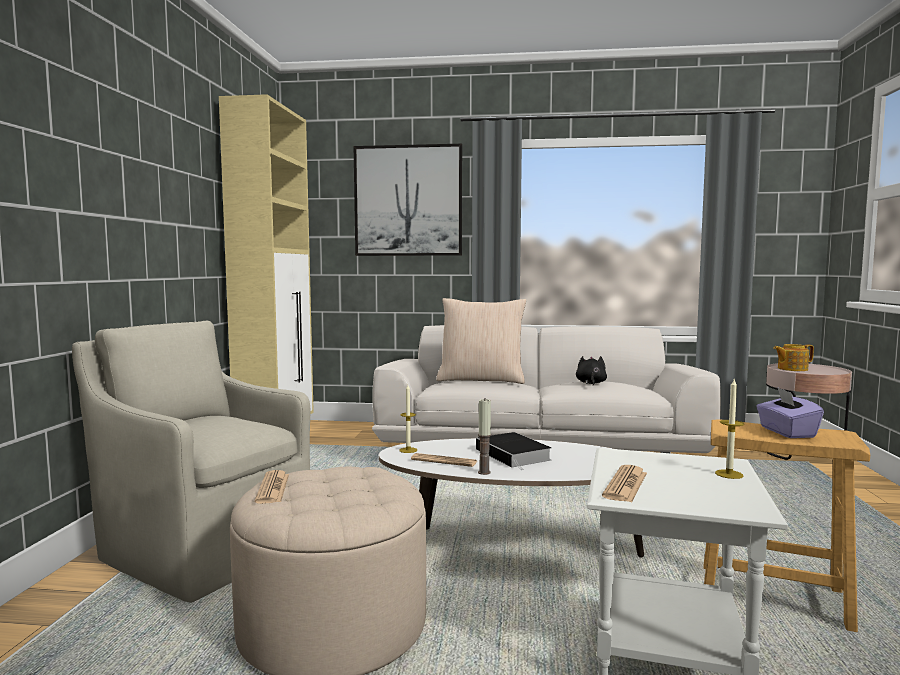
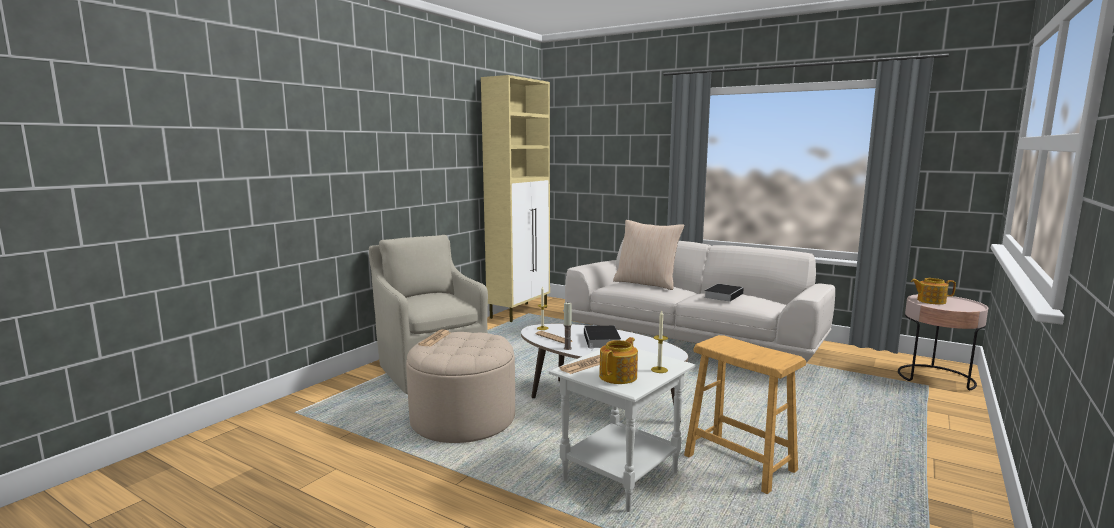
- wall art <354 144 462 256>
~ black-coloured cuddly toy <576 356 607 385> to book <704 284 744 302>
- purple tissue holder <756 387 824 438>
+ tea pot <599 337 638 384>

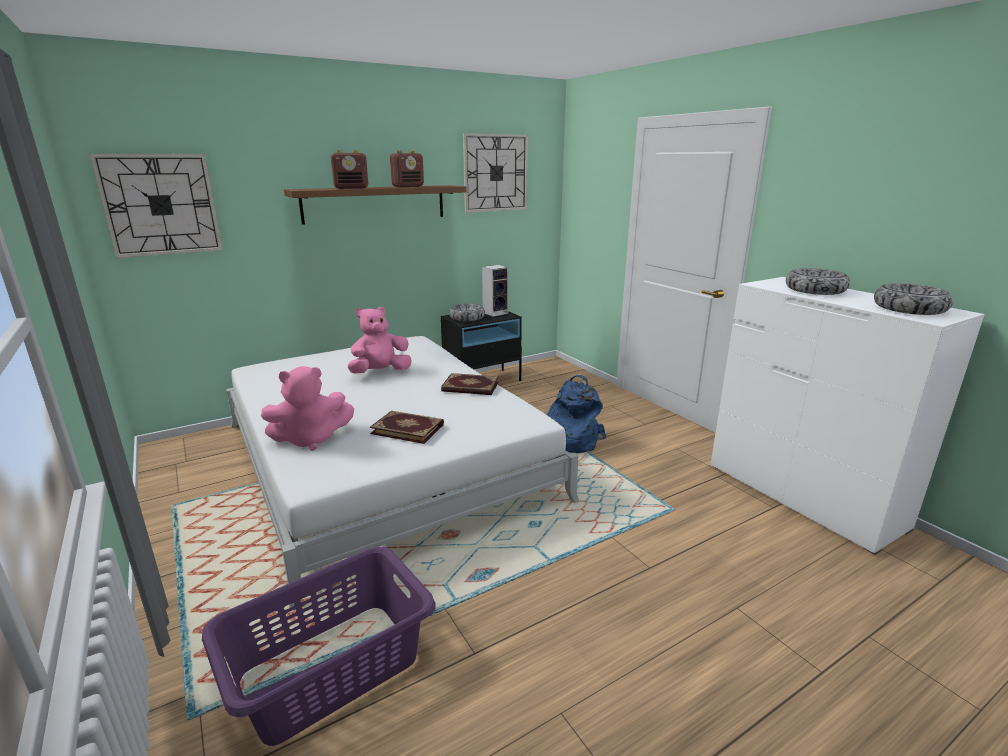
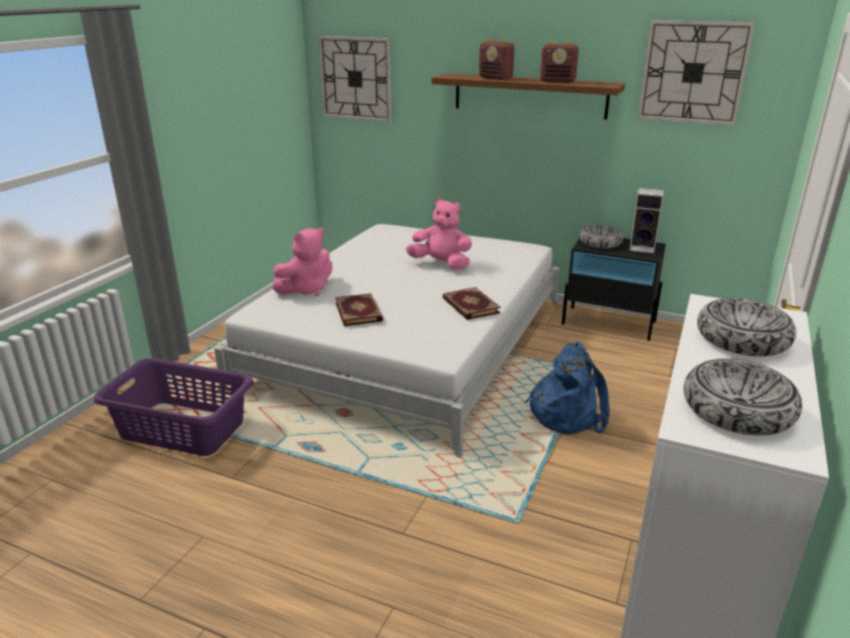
~ pink-coloured cuddly toy <261 366 354 451> = <273 228 332 296> 75 degrees counterclockwise

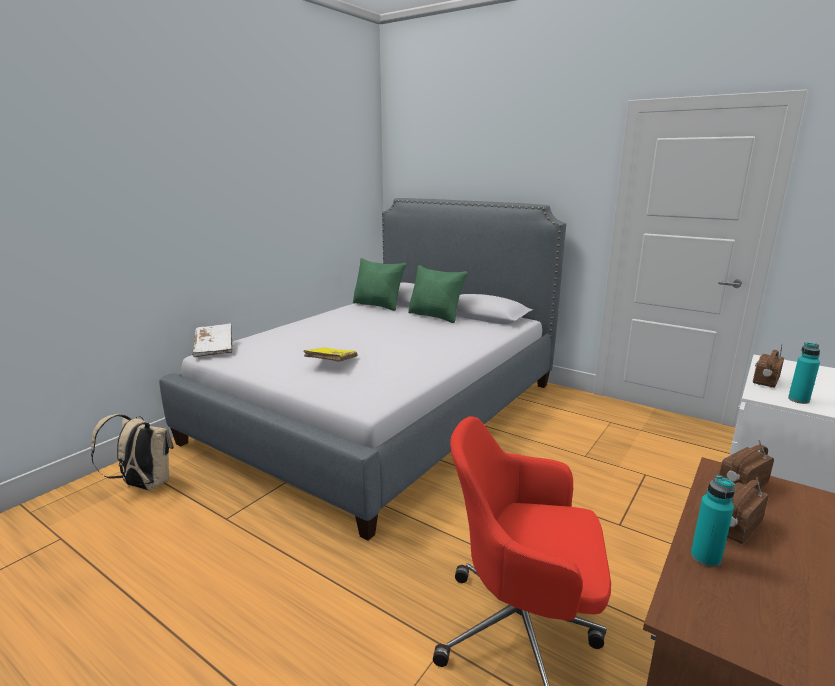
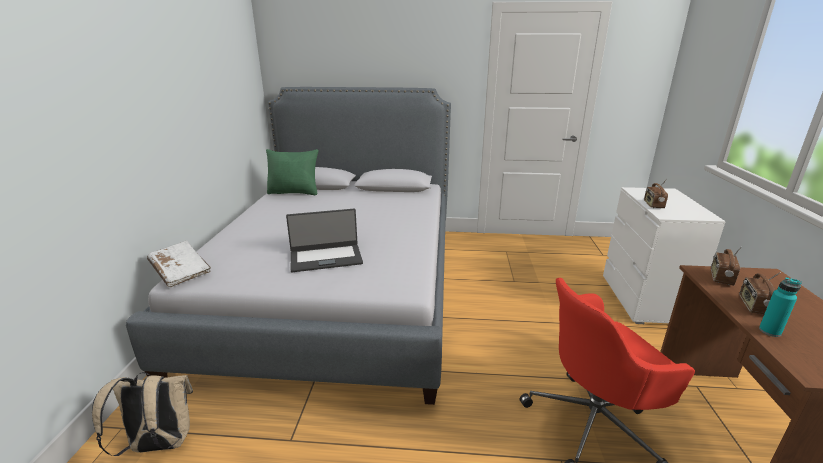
~ yellowish book <304 347 358 362> to portable computer <286 209 363 272>
- green-coloured pillow <408 265 468 323>
- turquoise bottle <788 343 820 404>

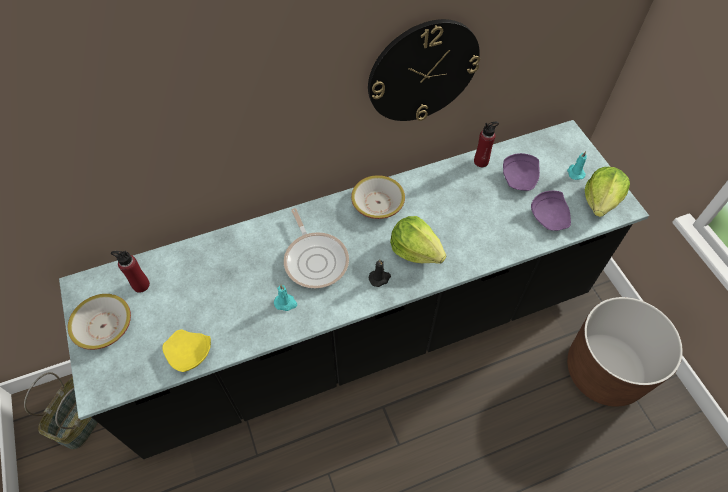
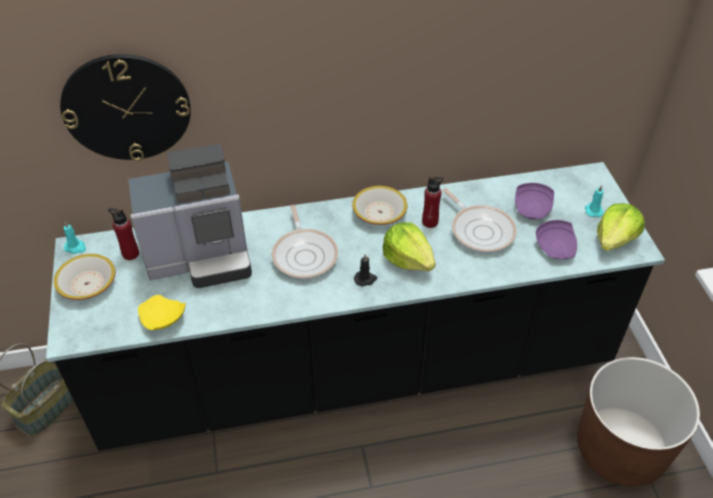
~ turquoise wax candle <274 284 297 311> to <64 222 86 254>
~ clock on the wall <368 19 480 121> to <60 54 191 161>
~ red bottle <474 122 499 167> to <422 177 443 228>
+ coffee maker <128 144 252 288>
+ pan <443 188 517 253>

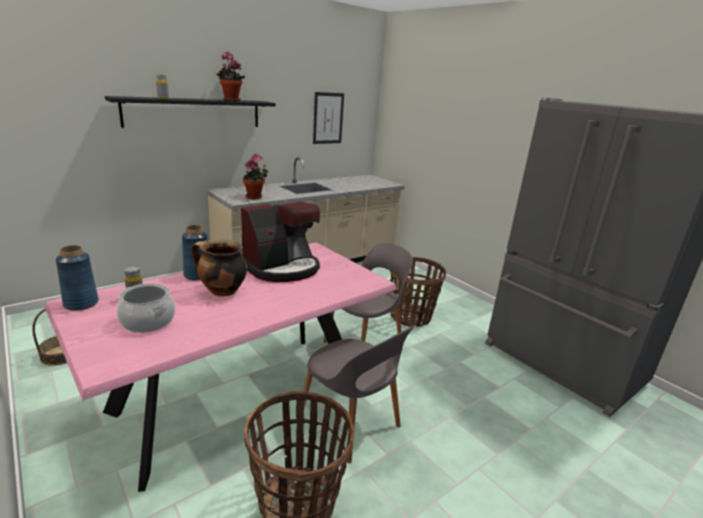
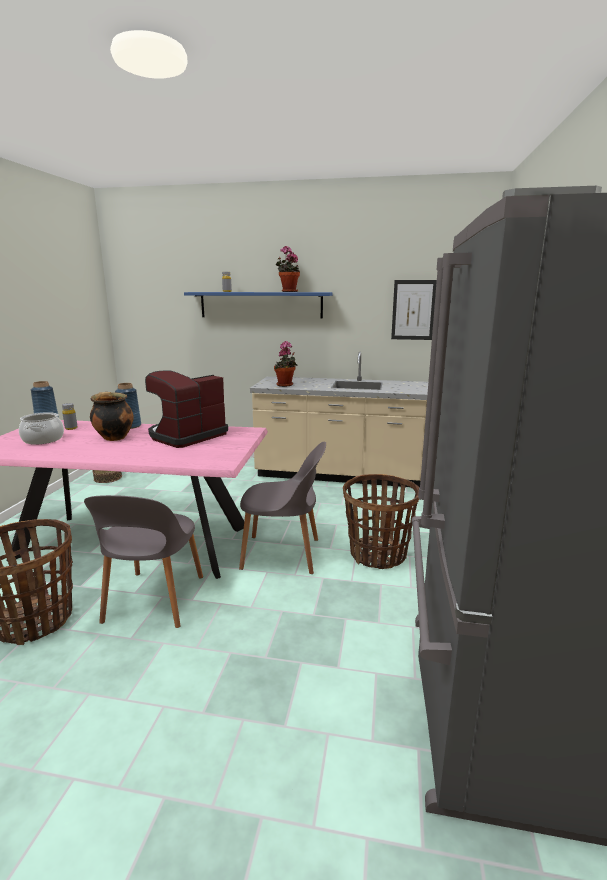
~ black-coloured shelf <105 96 276 128> to blue shelf <184 292 333 319>
~ coffee maker <241 202 320 282> = <145 371 228 448> 120 degrees clockwise

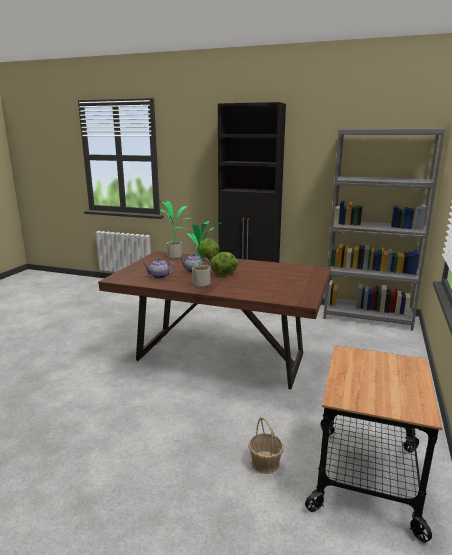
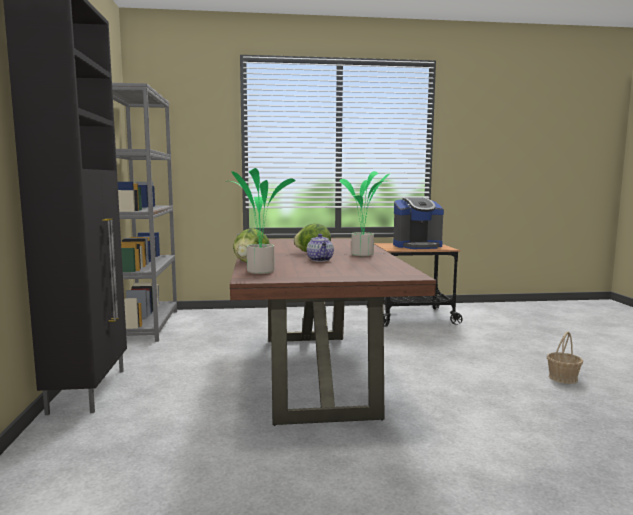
- tea pot <143 258 176 279>
~ household basket <248 417 284 474> to <547 332 583 384>
+ coffee maker <393 197 444 249>

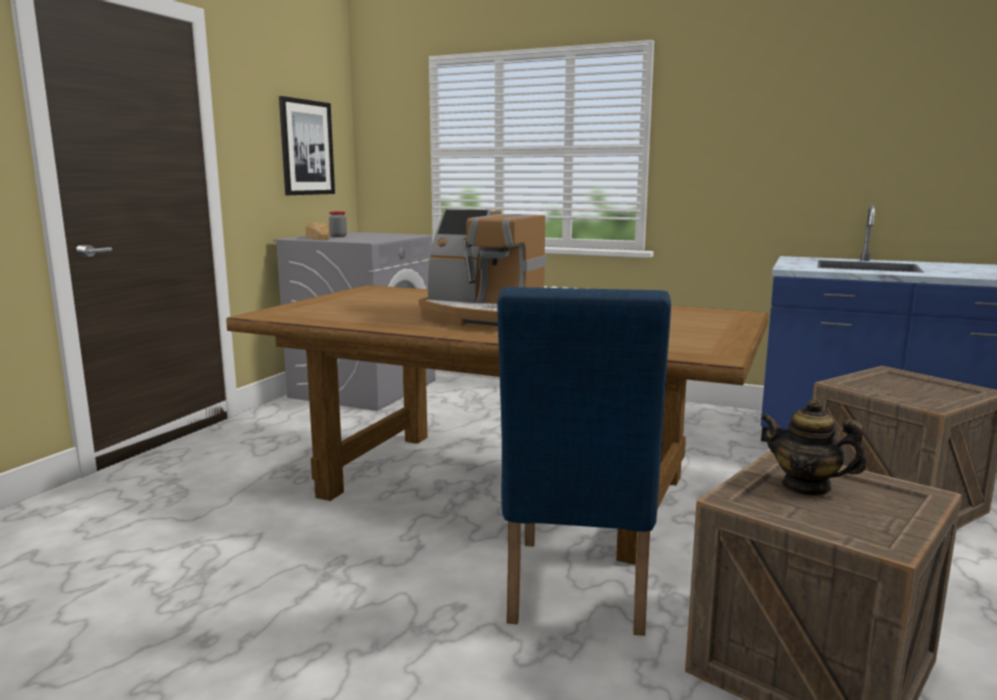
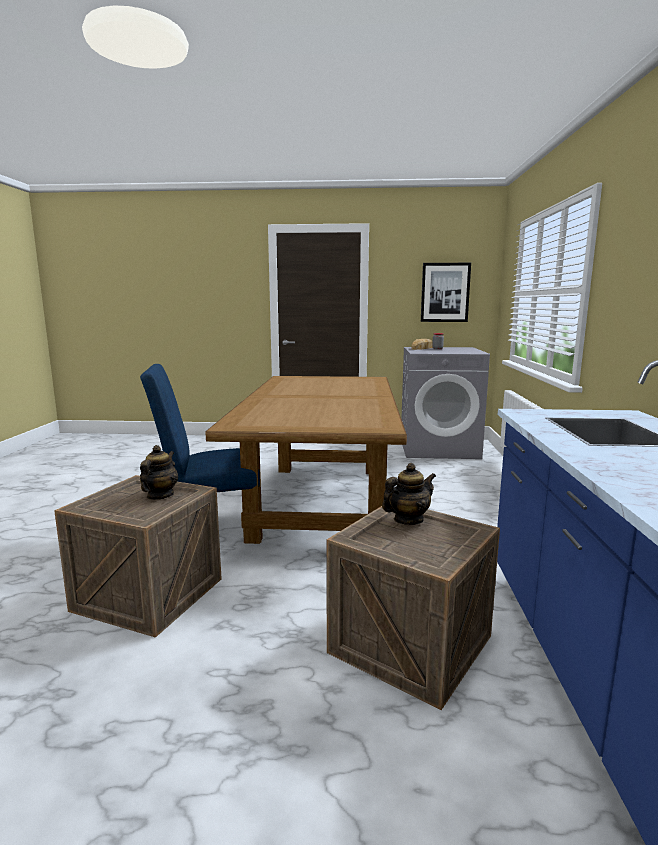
- coffee maker <419 209 546 326>
+ tea pot <382 463 436 525>

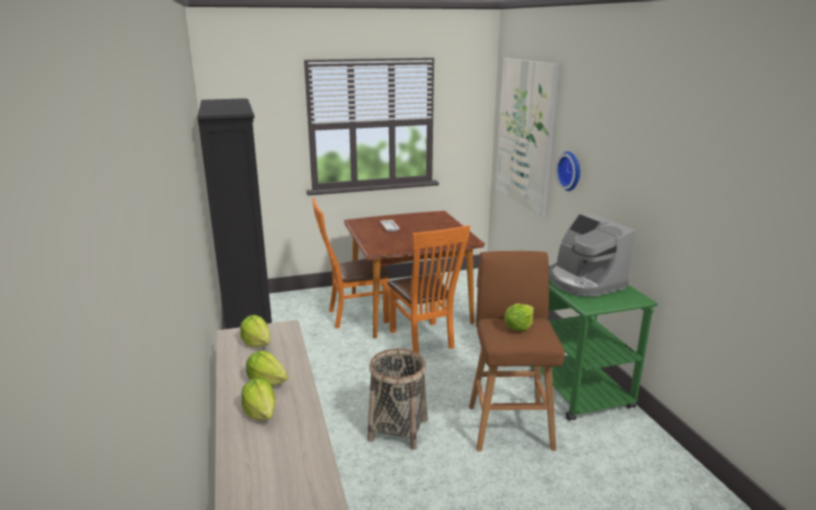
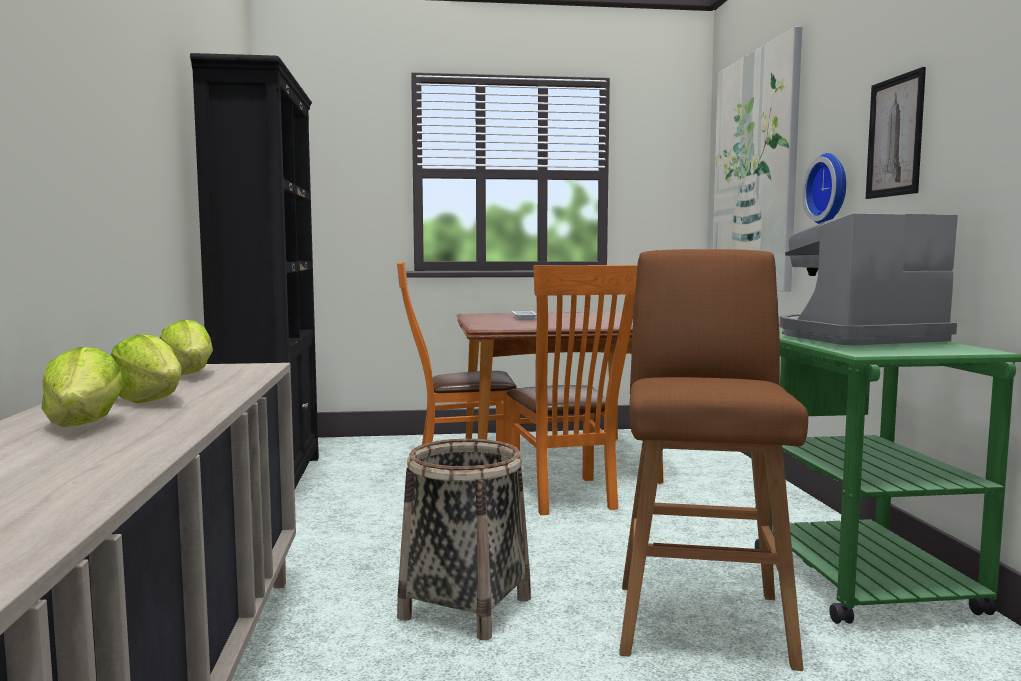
- lettuce <504 303 534 331>
~ coffee maker <549 213 635 297> = <779 213 958 345> 90 degrees clockwise
+ wall art <866 67 926 199>

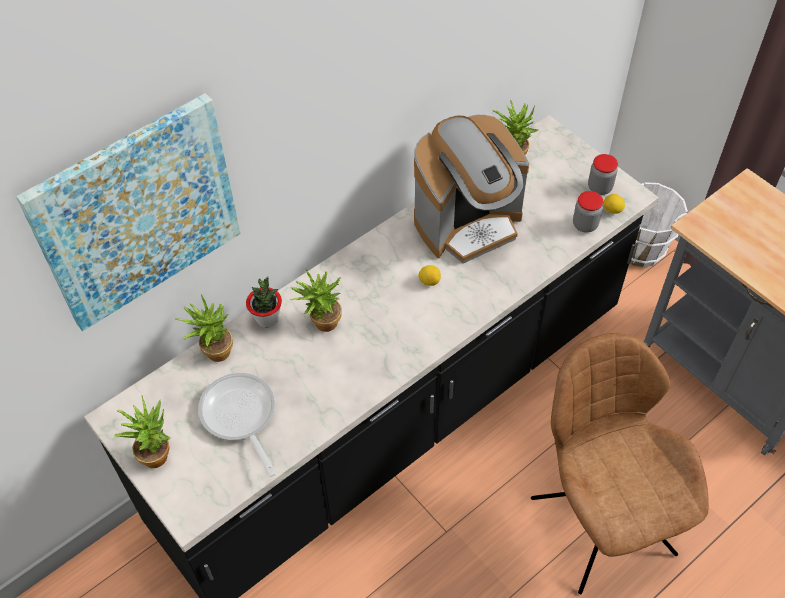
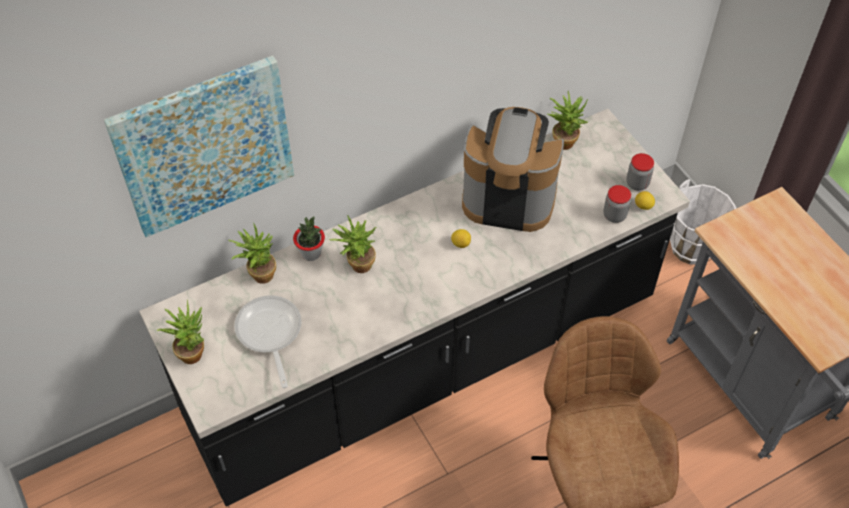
~ coffee maker <414 115 529 263> = <462 107 564 232> 150 degrees counterclockwise

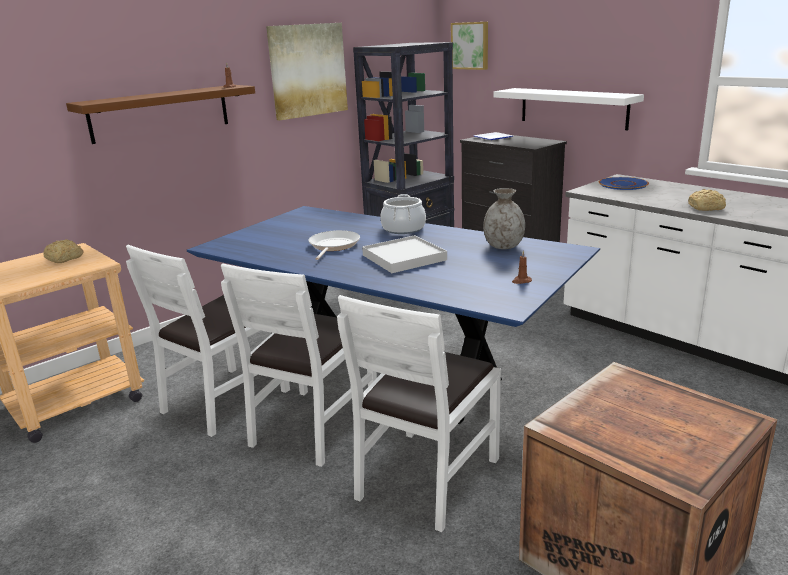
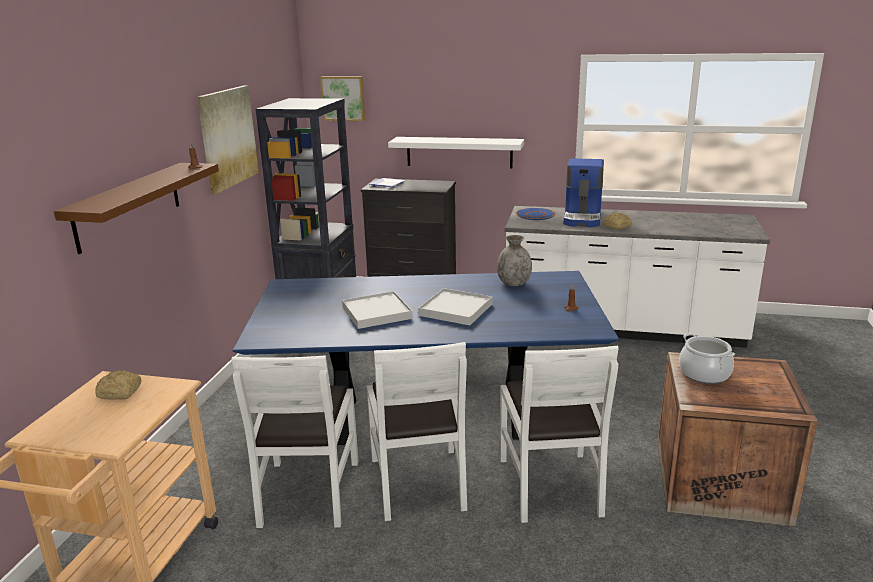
~ pan <308 230 360 260> to whitish carrying tray <342 291 413 329>
~ saucepot <380 194 426 234> to <679 333 735 384>
+ coffee maker <564 158 604 227>

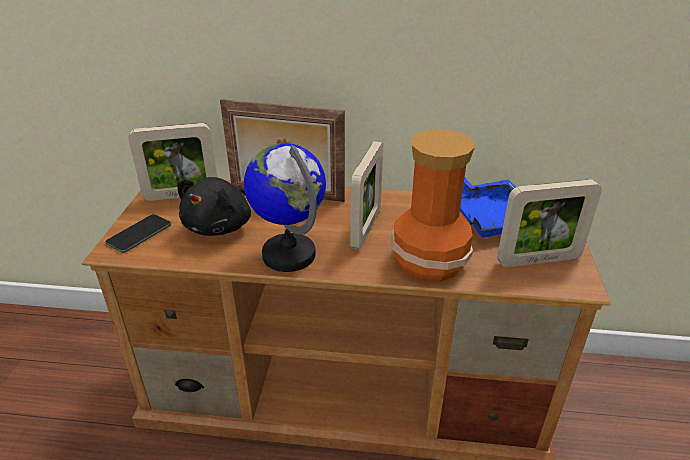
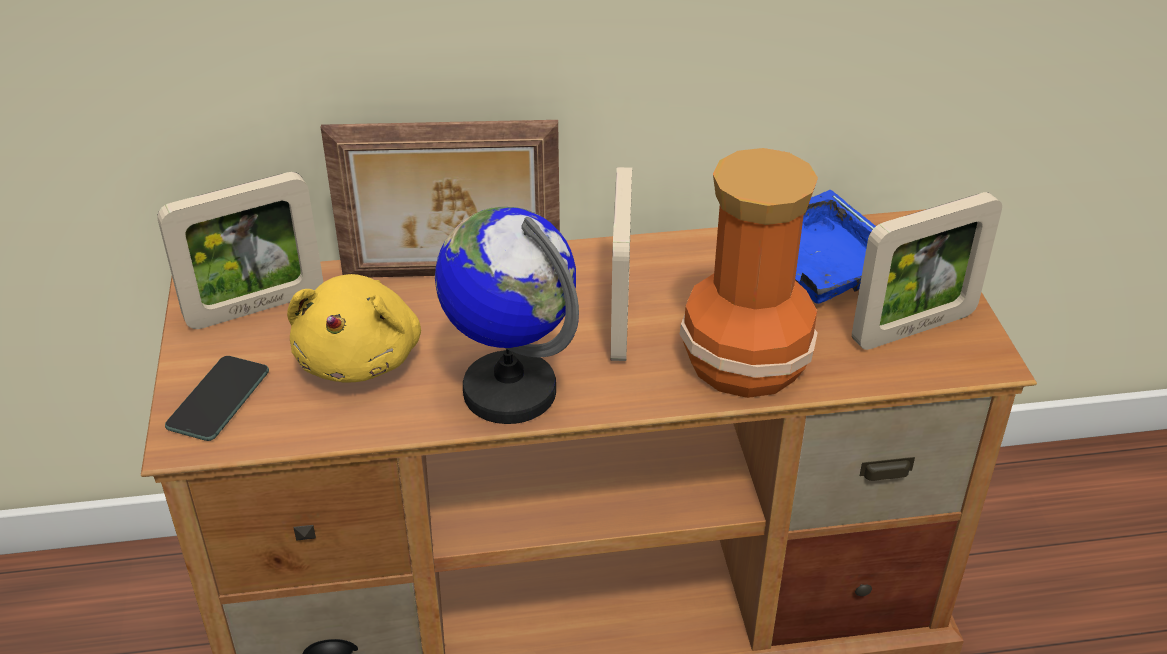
~ black-coloured cuddly toy <177 177 251 236> to yellowish cuddly toy <287 274 421 383>

